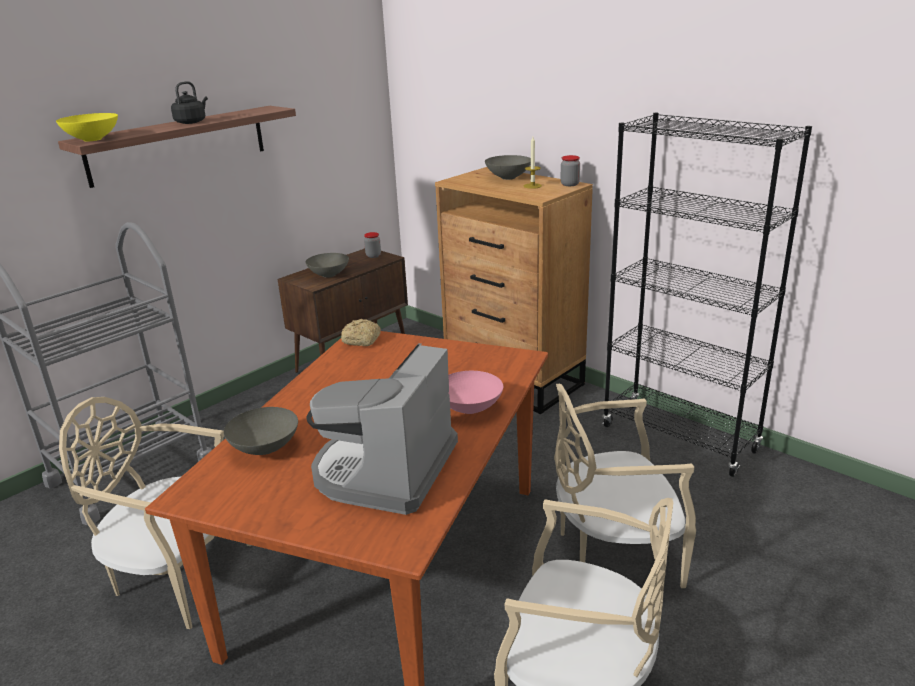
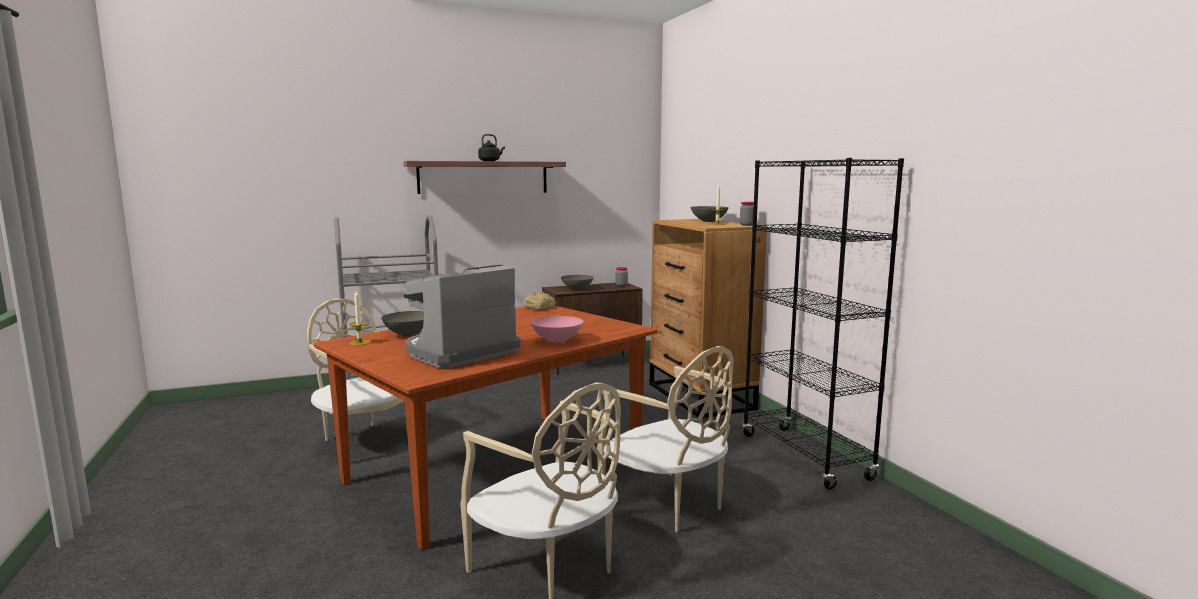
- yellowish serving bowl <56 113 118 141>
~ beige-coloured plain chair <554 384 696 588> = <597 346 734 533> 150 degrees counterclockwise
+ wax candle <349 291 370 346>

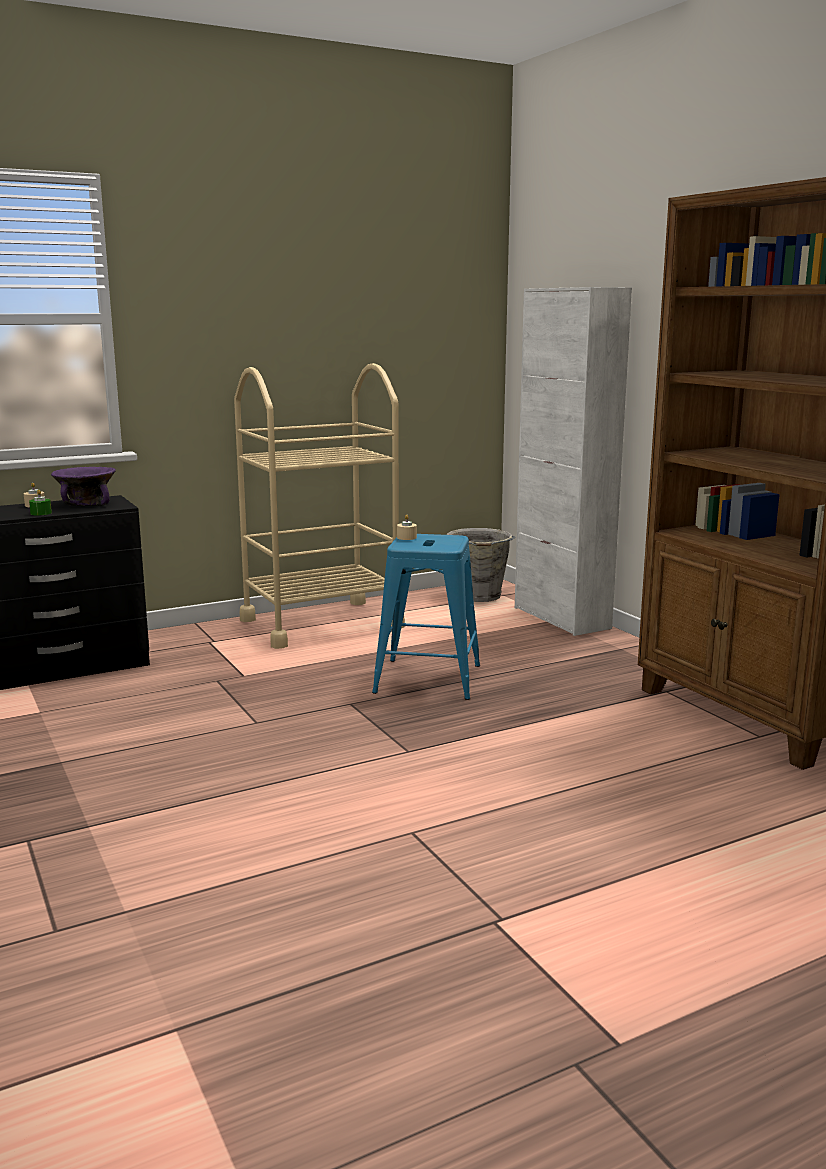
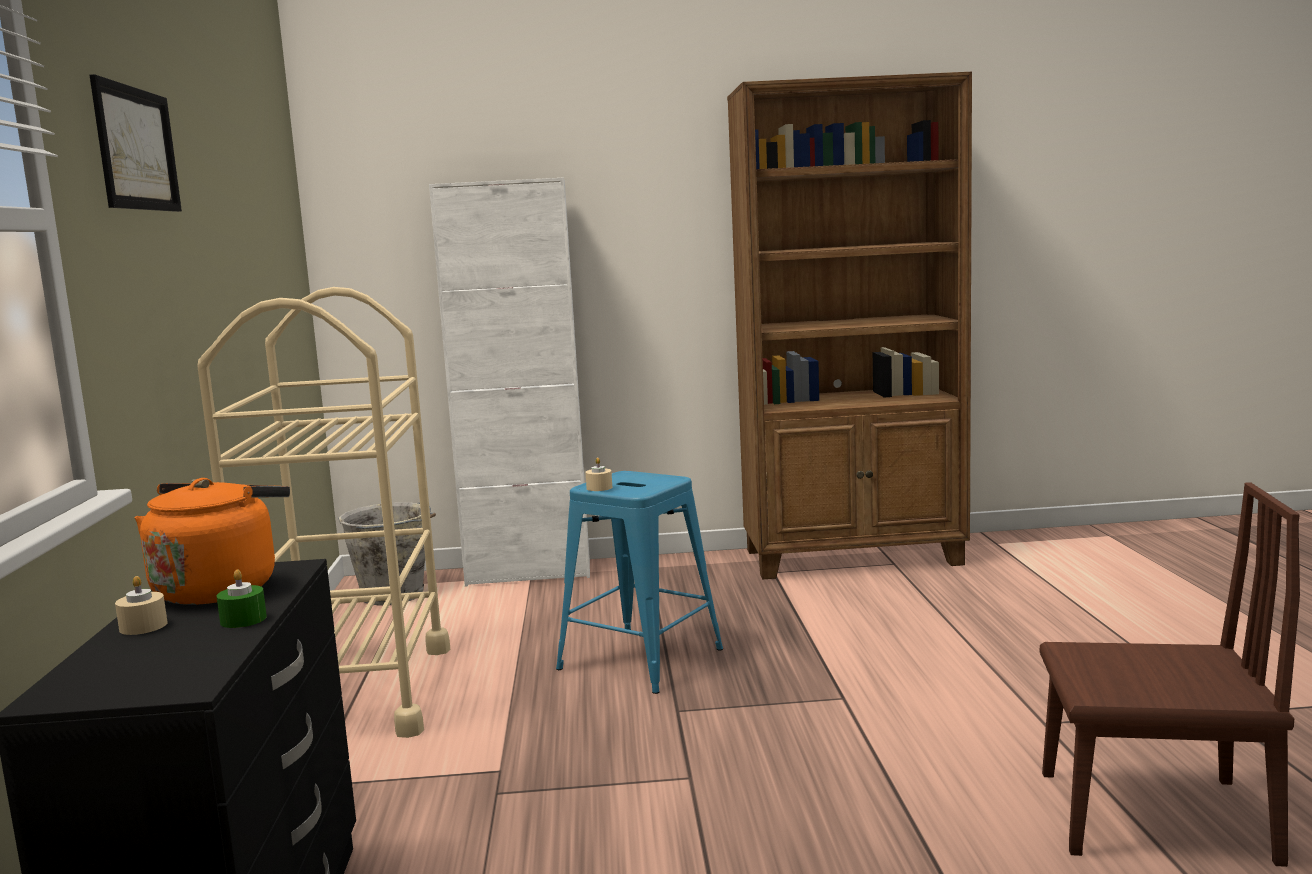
~ purple serving bowl <51 467 116 506> to orange-coloured water kettle <135 478 290 605>
+ wall art <90 74 182 212>
+ brownish plain chair <1040 482 1300 867>

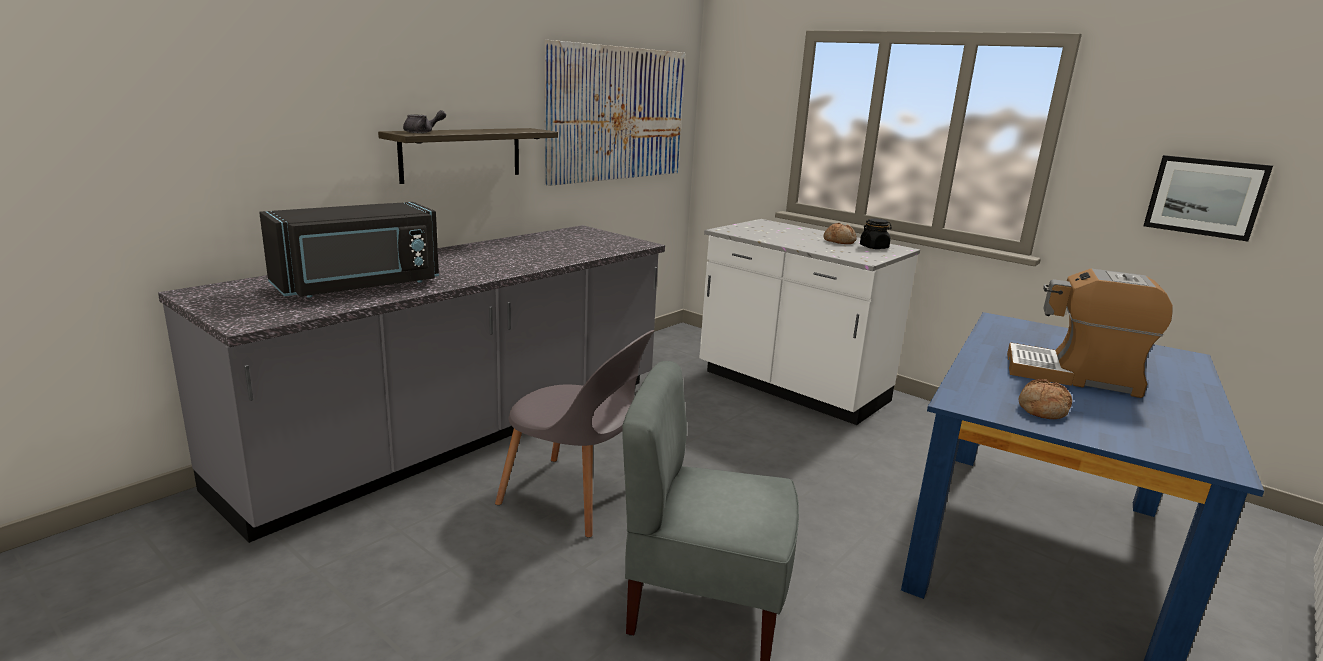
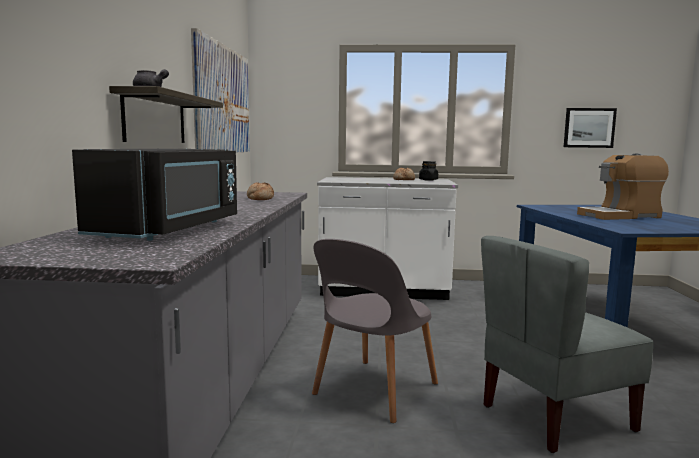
~ greyish plain chair <495 330 654 538> = <312 239 438 423> 135 degrees clockwise
~ bread <1019 379 1072 419> to <247 182 274 200>

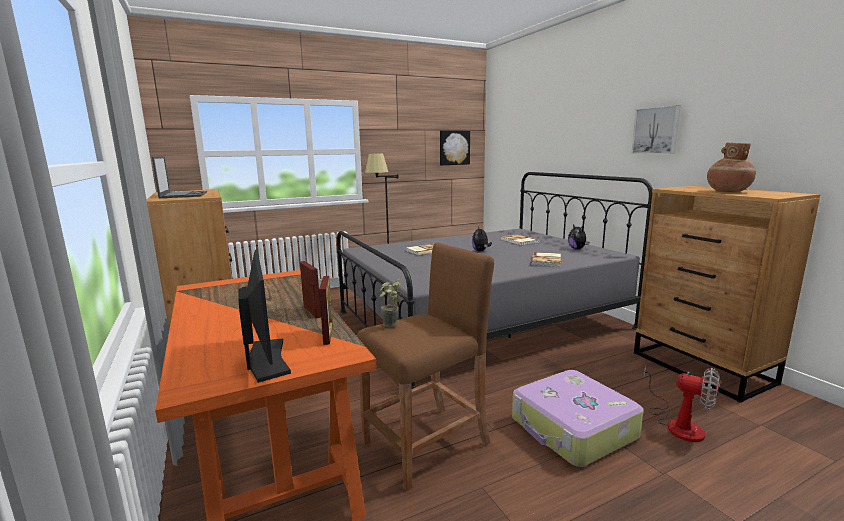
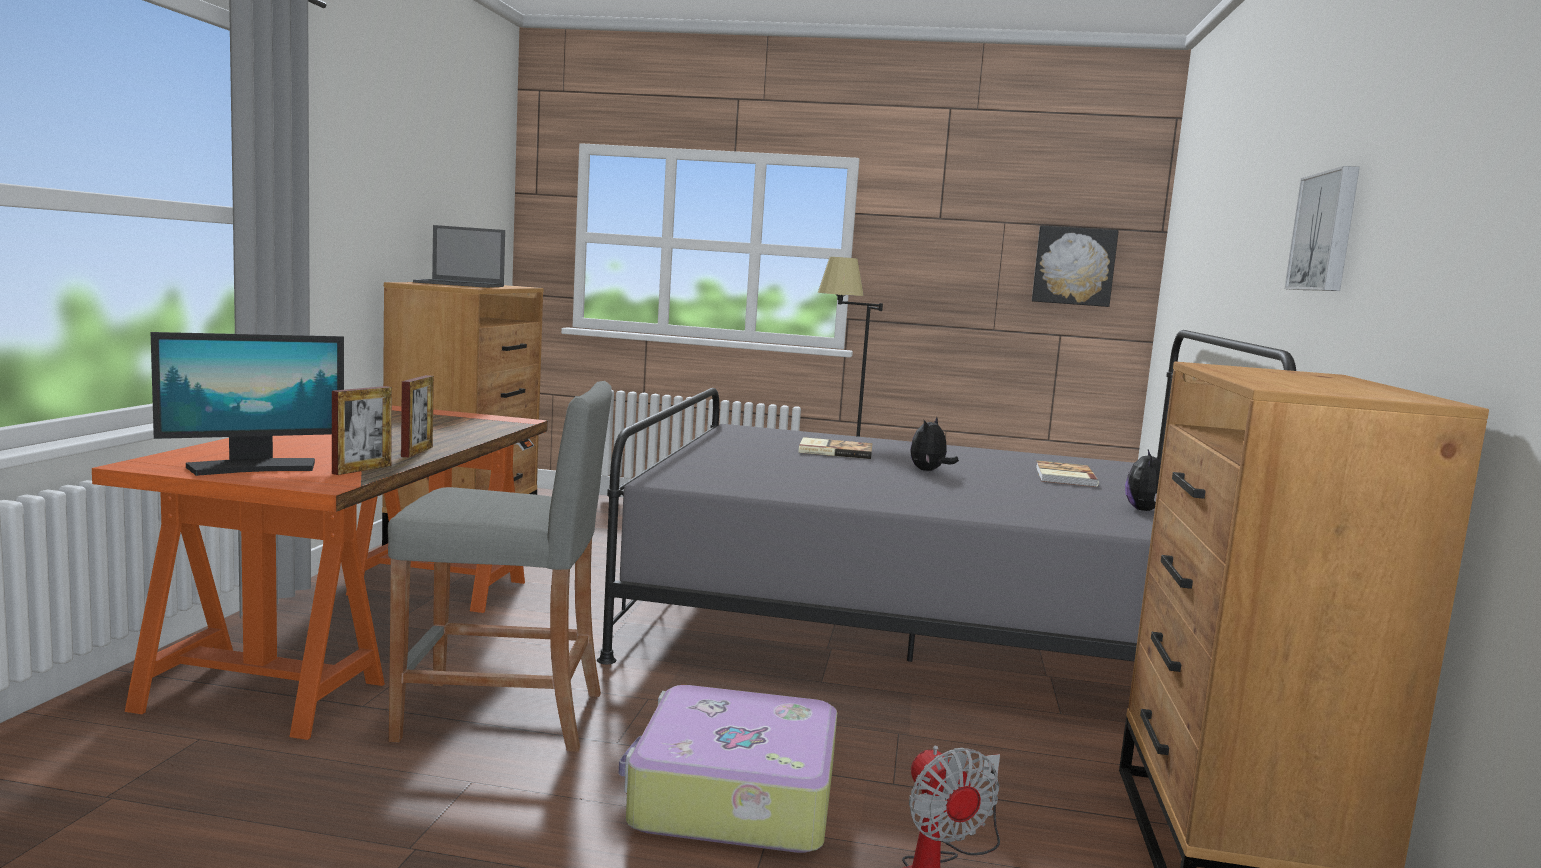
~ portable computer <152 156 207 198> = <413 225 505 288> 75 degrees clockwise
~ computer screen <238 250 291 383> = <150 332 344 476> 45 degrees clockwise
~ brownish stool <357 243 494 491> to greyish stool <388 381 612 752>
- plant in a pot <380 277 402 328>
- book <531 252 561 267>
- brownish flower vase <707 142 756 192>

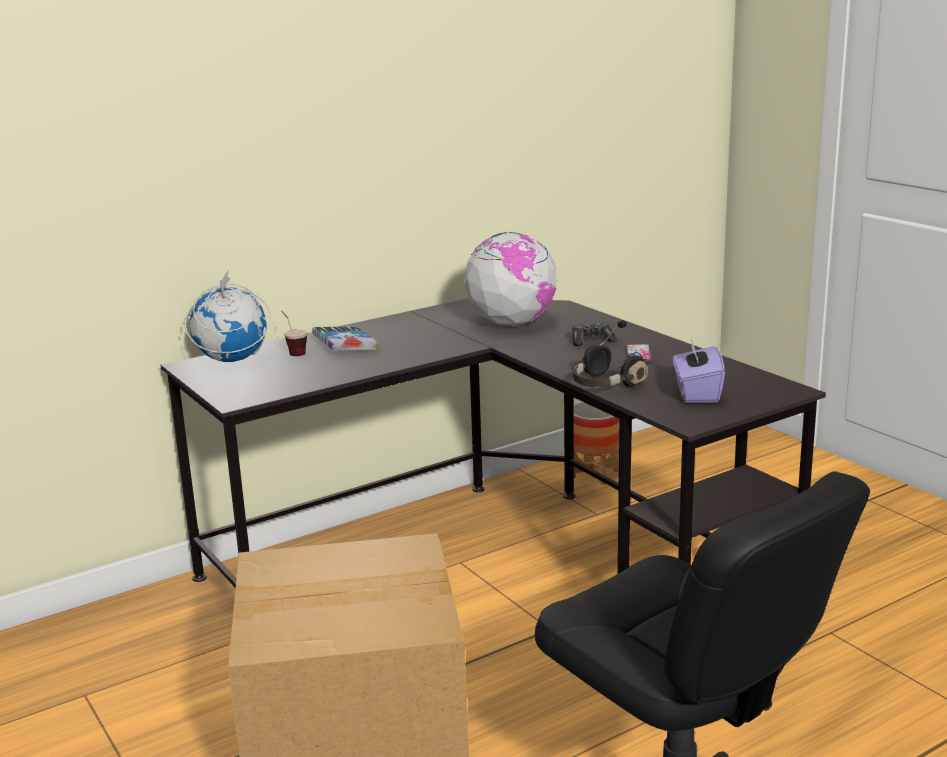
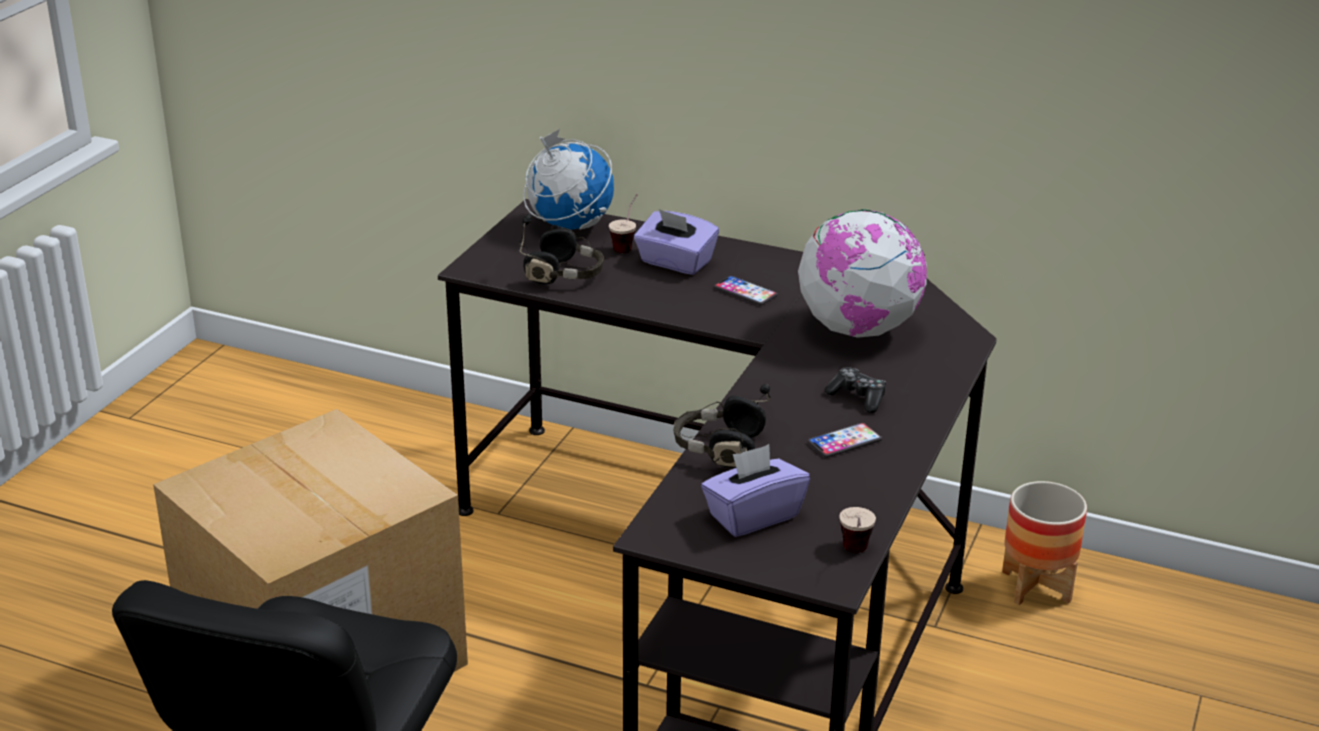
~ book <312 326 377 350> to purple tissue holder <634 209 719 275>
+ black-coloured headphones <520 214 604 284>
+ handset <714 276 778 305>
+ small cup <839 507 876 553>

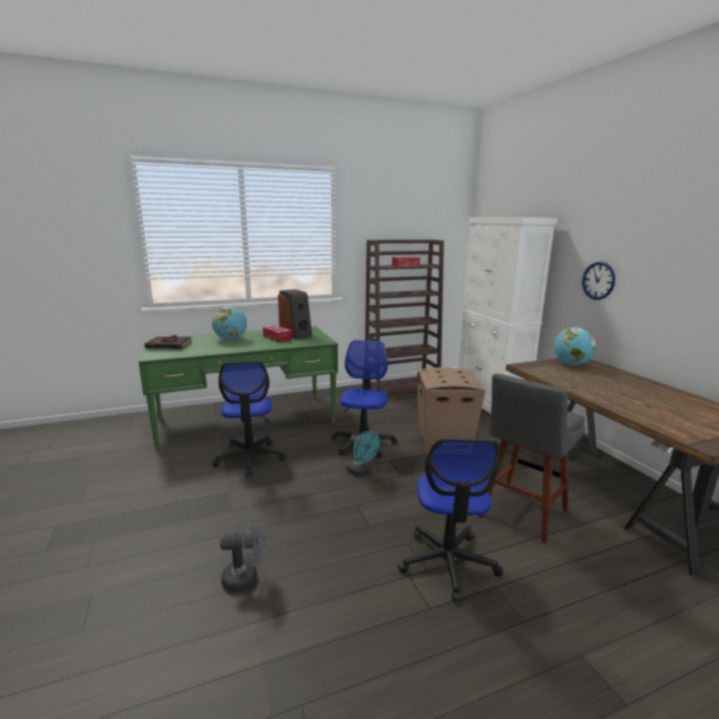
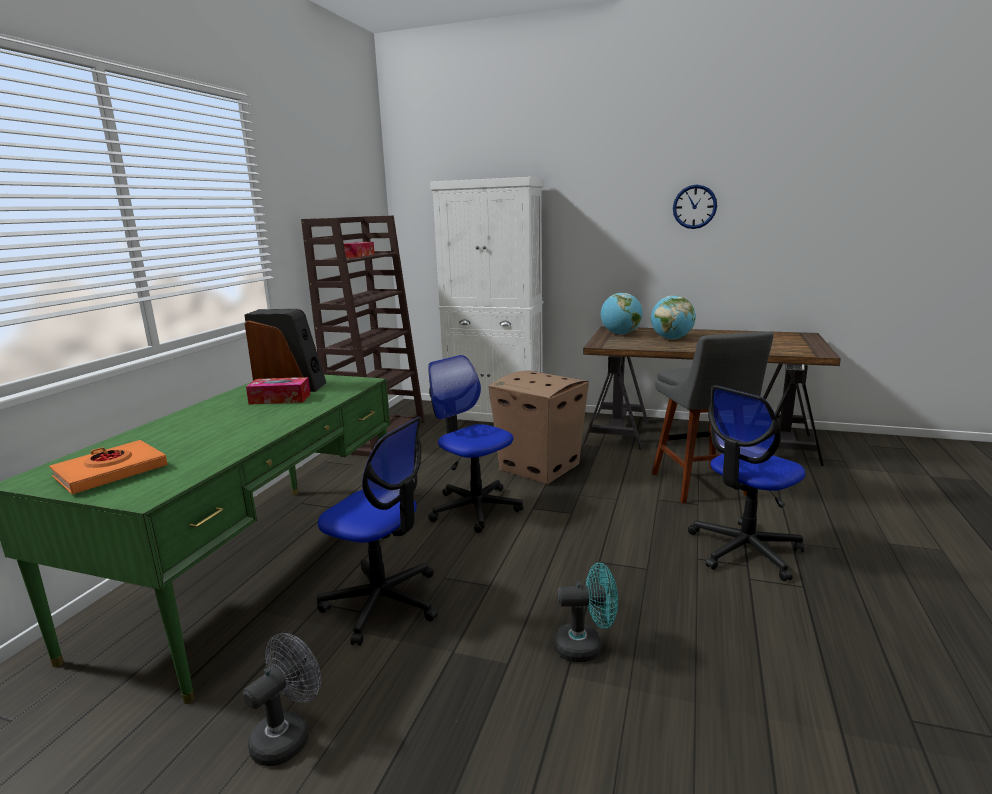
~ black-coloured book <144 335 192 349> to orange-coloured book <49 440 168 494>
~ globe <212 306 247 340> to <651 296 696 340>
~ greyish cooling fan <220 516 266 591> to <243 633 321 766>
~ turquoise cooling fan <346 431 380 476> to <554 562 618 662>
~ office chair <398 439 503 602> = <688 385 805 581> 105 degrees clockwise
~ clock on the wall <582 262 615 300> to <673 185 717 229>

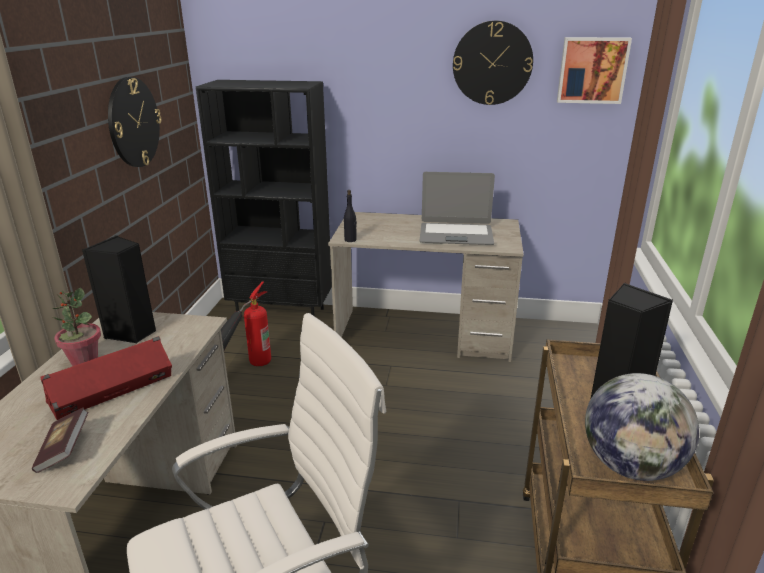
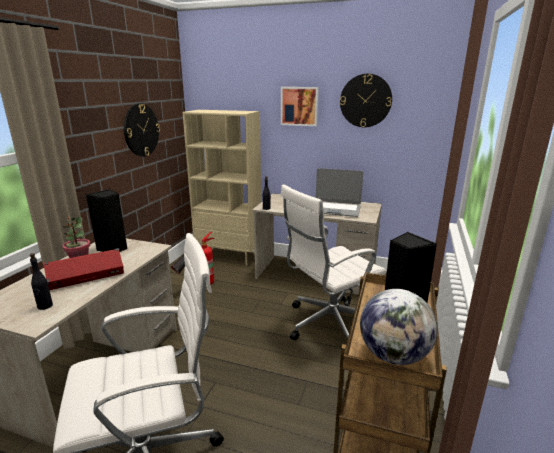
~ book <32 407 88 473> to black-coloured bottle <30 253 53 310>
~ black-coloured bookshelf <196 80 332 316> to beige-coloured bookshelf <182 110 261 265>
~ wall art <557 37 632 104> to <281 87 319 126>
+ whitish office chair <280 184 386 340>

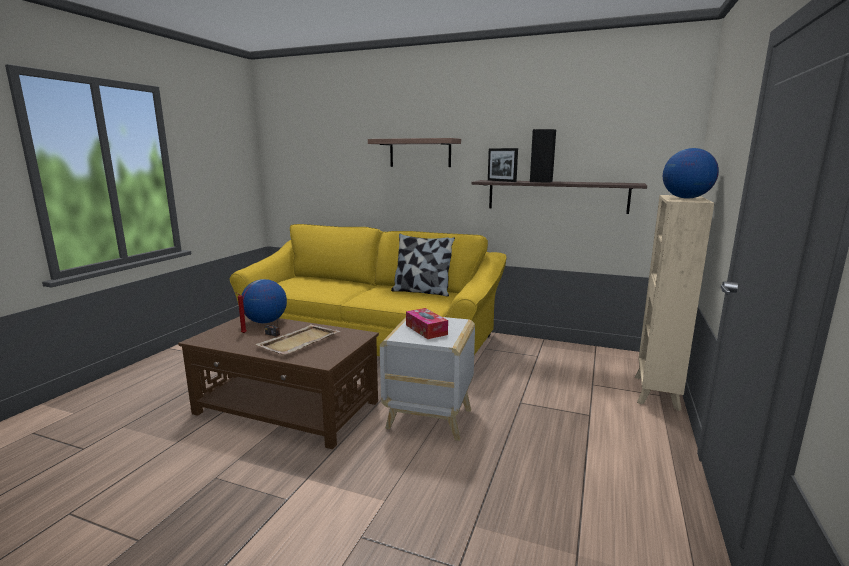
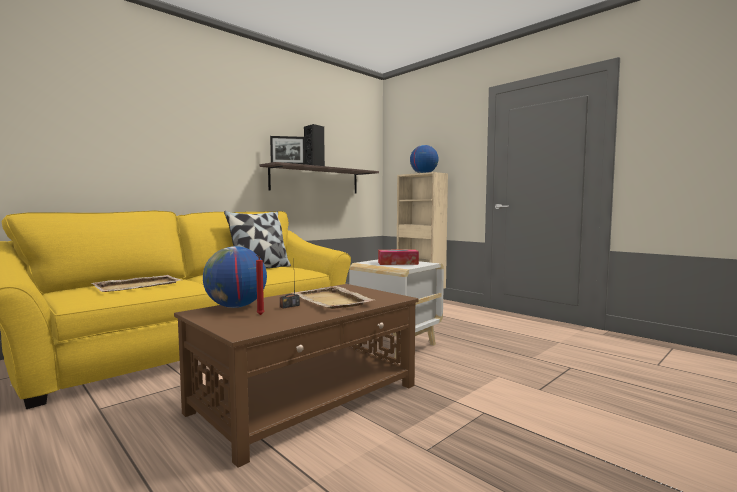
- shelf <368 138 461 167>
+ beige-coloured carrying tray <91 275 181 292>

